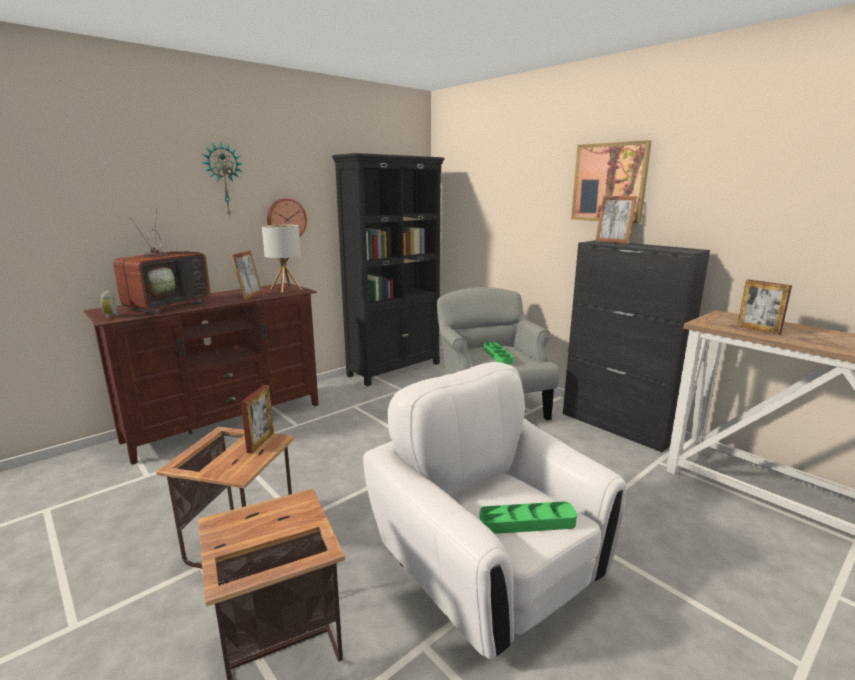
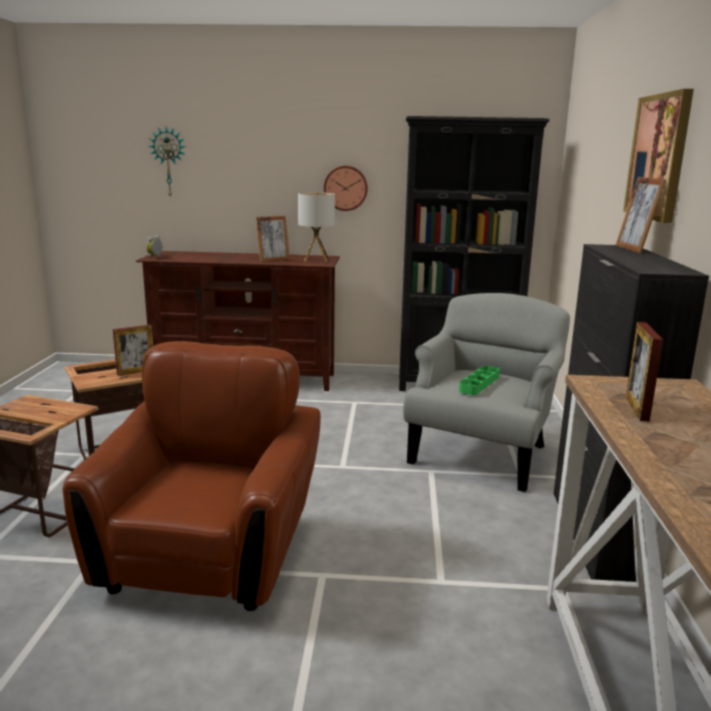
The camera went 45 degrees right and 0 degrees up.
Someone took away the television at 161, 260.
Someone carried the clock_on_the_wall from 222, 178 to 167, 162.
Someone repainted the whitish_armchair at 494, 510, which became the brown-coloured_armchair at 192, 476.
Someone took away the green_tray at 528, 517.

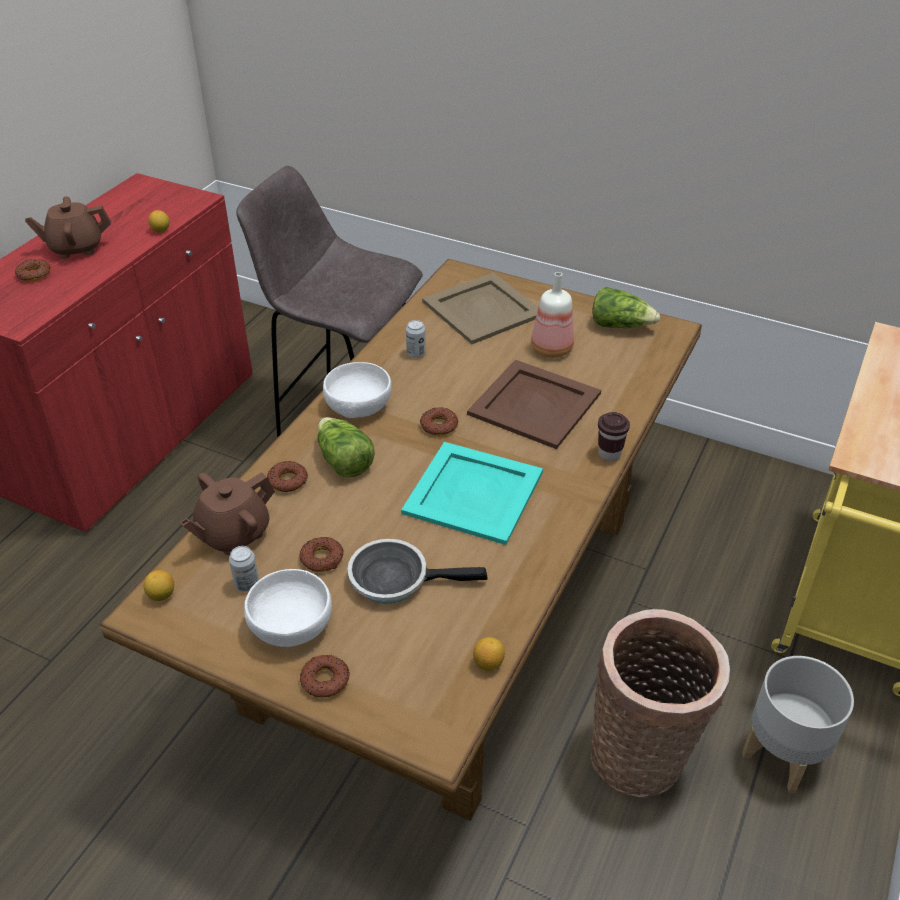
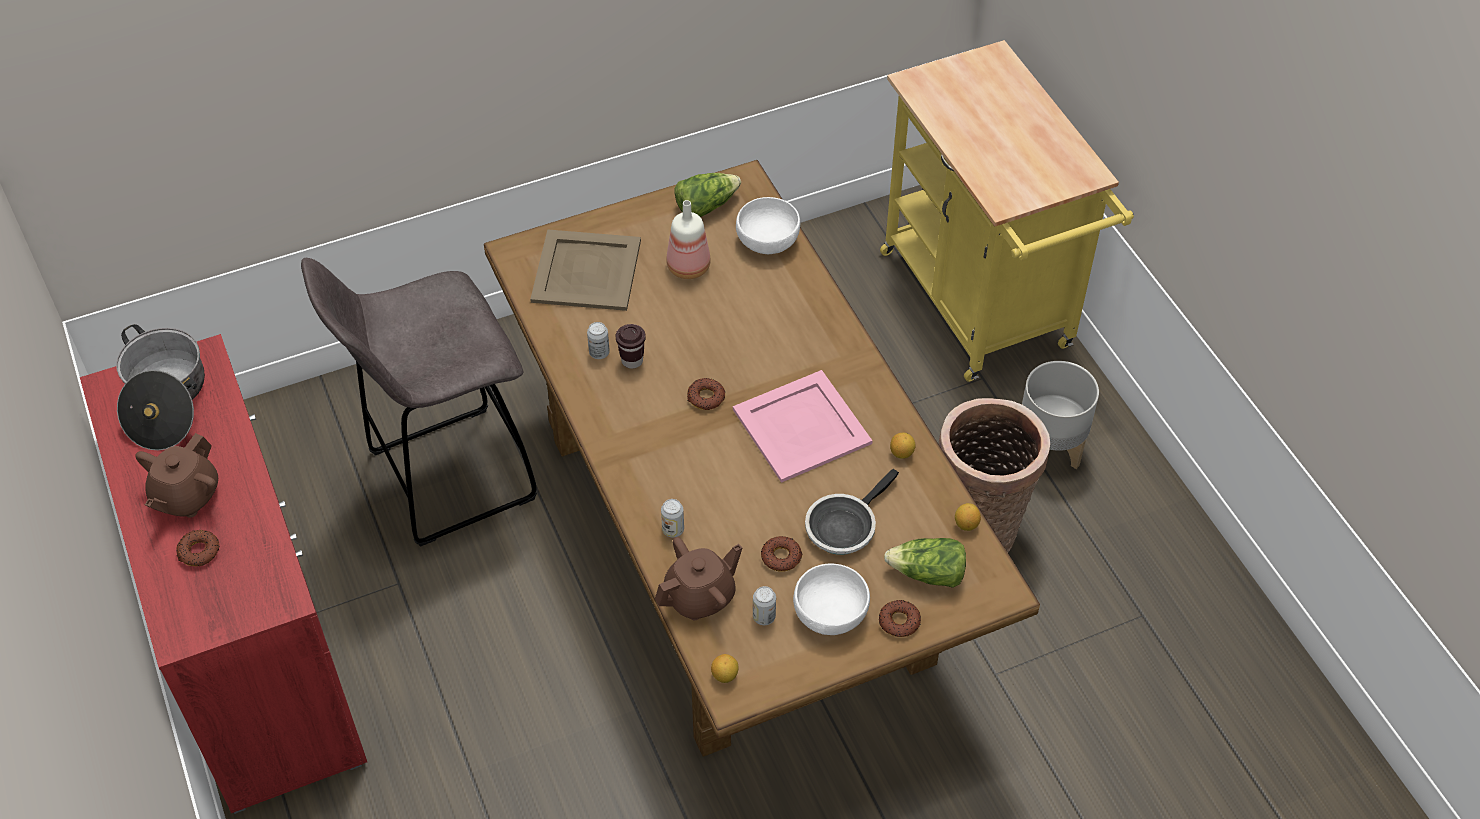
The camera went 50 degrees left and 10 degrees up.
Someone carried the whole_lemon from 158, 221 to 903, 446.
Someone rotated the brown-coloured_pot_for_tea at 227, 513 by 120 degrees counterclockwise.
Someone swapped the doughnut at 287, 476 for the metal_can at 672, 518.
Someone carried the lettuce_head from 346, 447 to 925, 563.
Someone carried the whitish_bowl from 357, 390 to 768, 225.
Someone repainted the turquoise-coloured_tray at 472, 493, which became the pinkish_tray at 802, 426.
Someone took away the brown-coloured_tray at 534, 404.
Someone carried the brown-coloured_cup from 614, 436 to 631, 346.
Someone put down the saucepot at 160, 387.

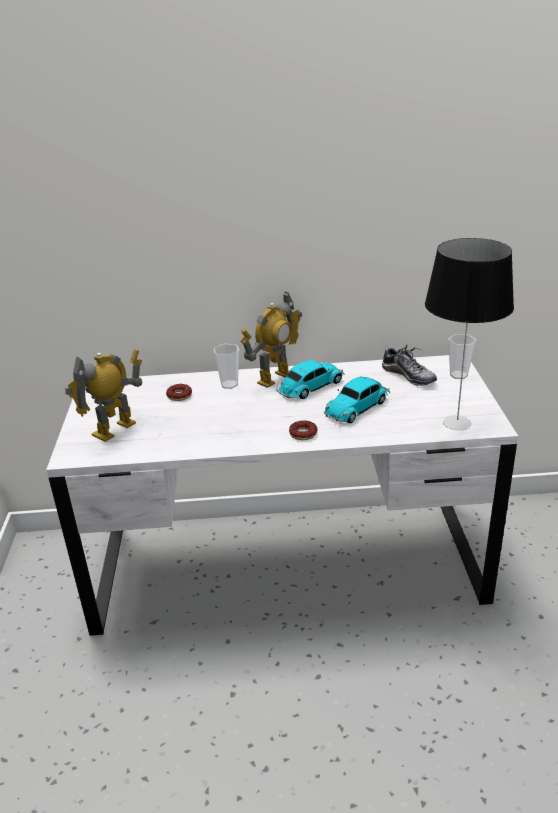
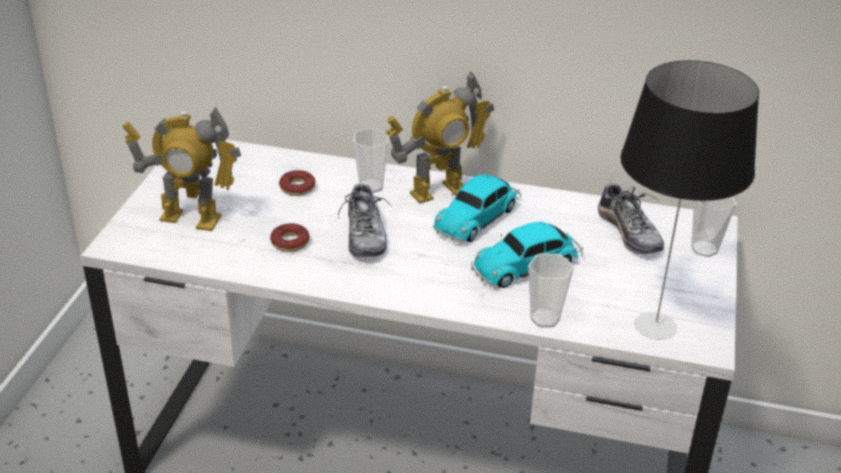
The camera went 15 degrees right and 5 degrees up.
Someone rotated the robot_figure at 104, 395 by 135 degrees counterclockwise.
Someone rotated the model_car at 310, 379 by 150 degrees clockwise.
Someone carried the doughnut from 303, 430 to 290, 237.
Someone put down the shoe at 365, 220.
Someone put down the cup at 551, 291.

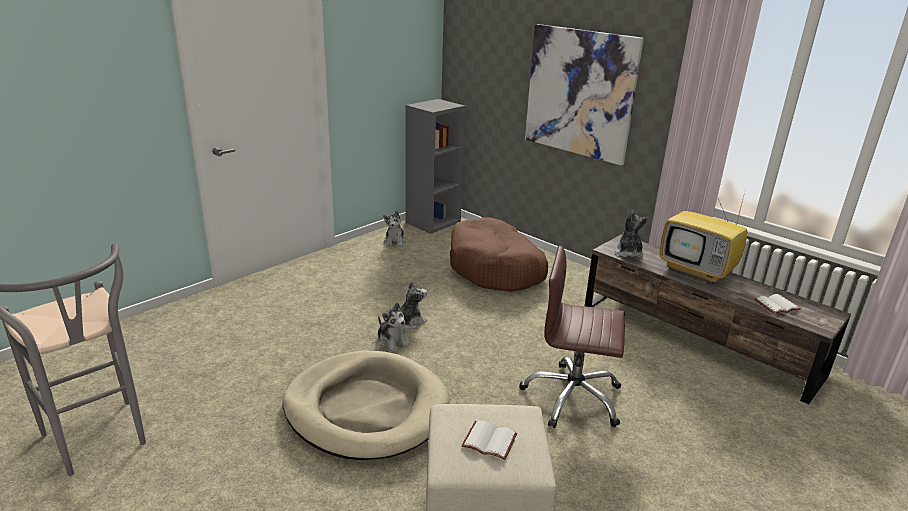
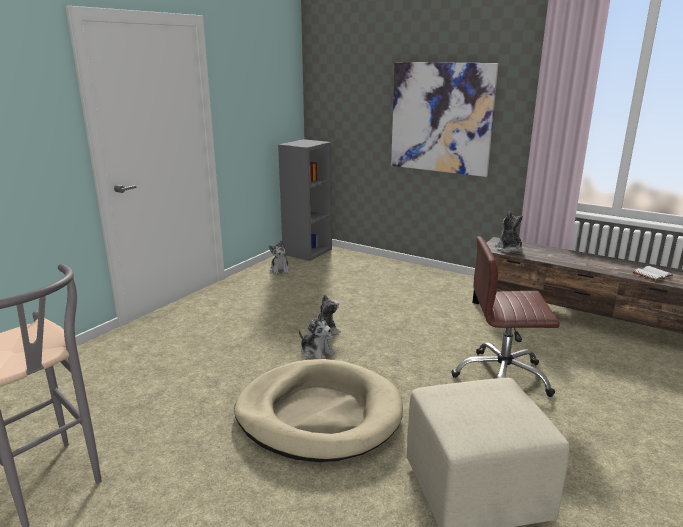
The camera went 10 degrees left and 5 degrees down.
Someone took away the brown-coloured_dog_bed at 499, 254.
Someone took away the whitish_volume at 489, 440.
Someone took away the television at 703, 238.

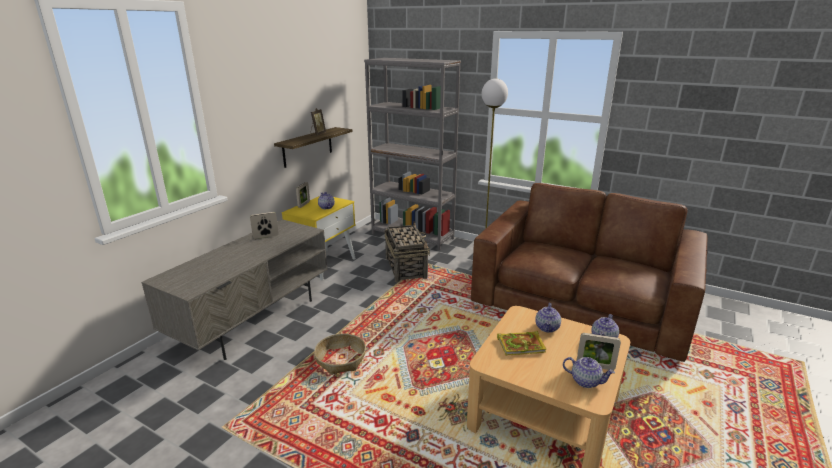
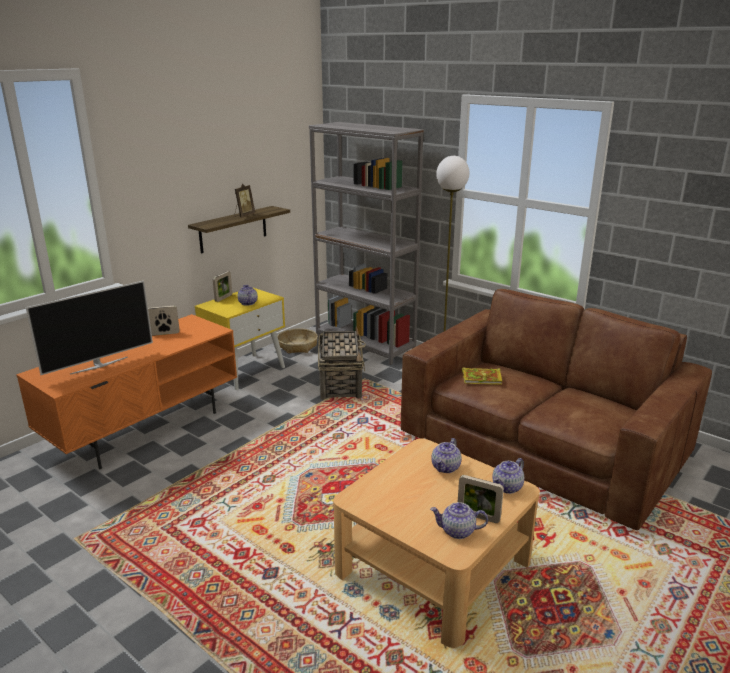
The camera went 10 degrees right and 0 degrees up.
Someone repainted the grey_media_console at 234, 289, which became the orange-coloured_media_console at 126, 391.
Someone carried the basket from 340, 354 to 297, 341.
Someone carried the volume from 522, 343 to 482, 376.
Someone rotated the pot_for_tea at 589, 372 by 150 degrees clockwise.
Someone put down the television at 89, 328.

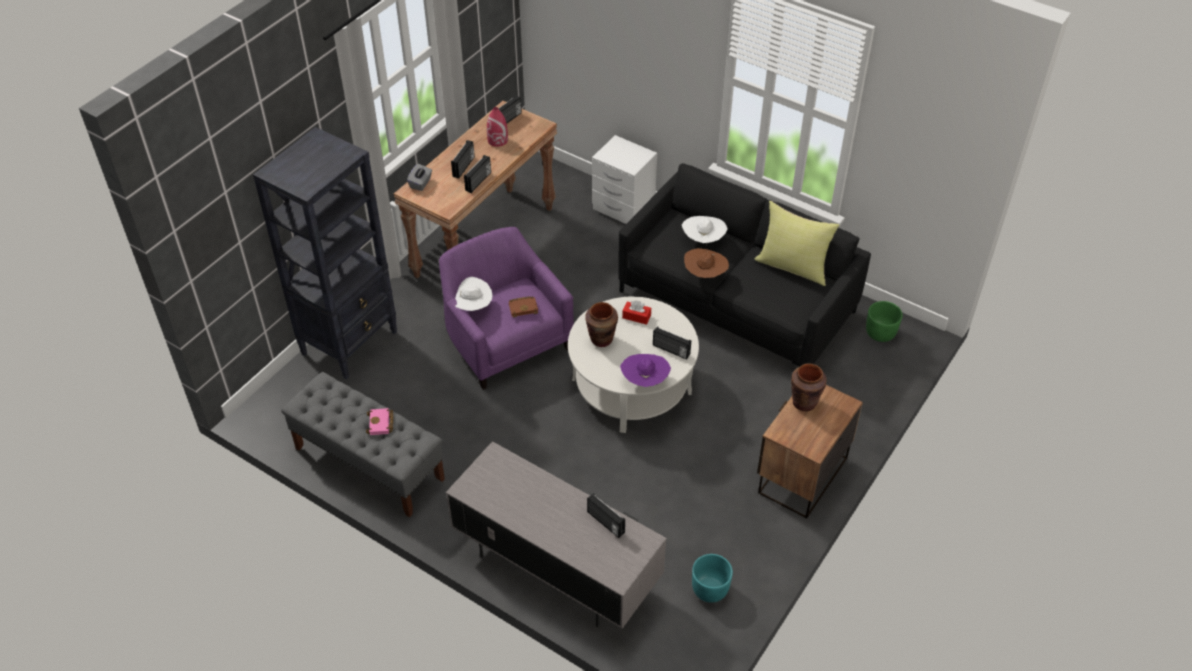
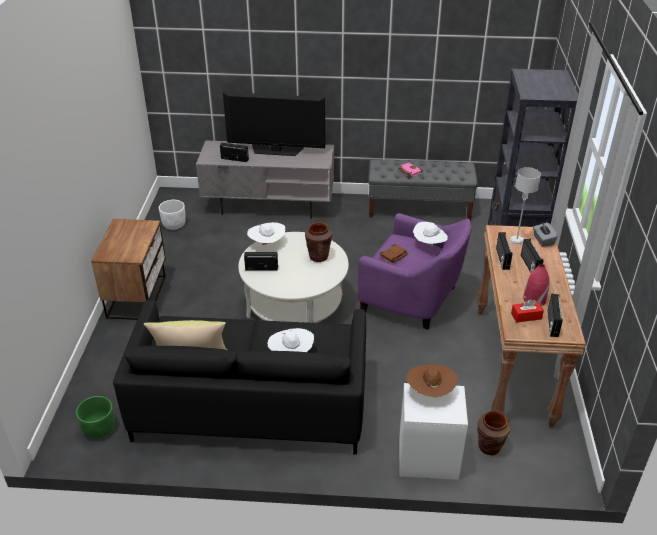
The camera went 150 degrees right and 10 degrees down.
Someone repainted the purple_clothing_hat at 645, 370, which became the whitish_clothing_hat at 266, 233.
Someone carried the red-coloured_box_of_tissues from 636, 313 to 527, 311.
Someone carried the brown-coloured_clothing_hat from 706, 263 to 432, 381.
Someone repainted the turquoise-coloured_flower_pot at 712, 578, which became the whitish_flower_pot at 172, 215.
Someone carried the brown-coloured_decorative_vase from 809, 387 to 494, 433.
Someone put down the television at 274, 124.
Someone put down the grey_table_lamp at 525, 206.

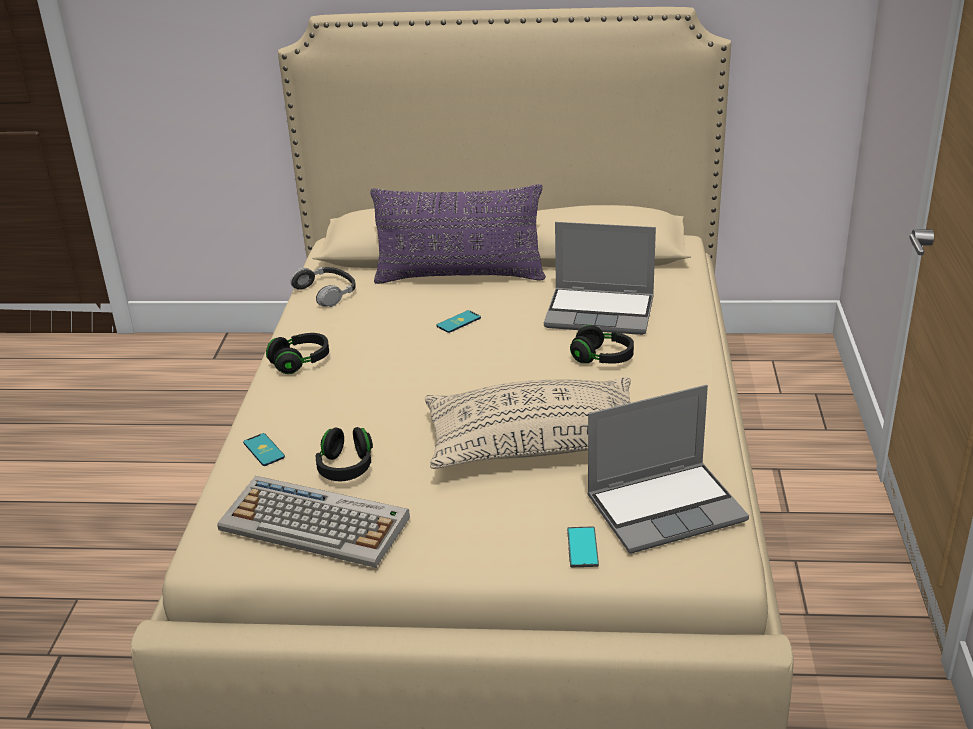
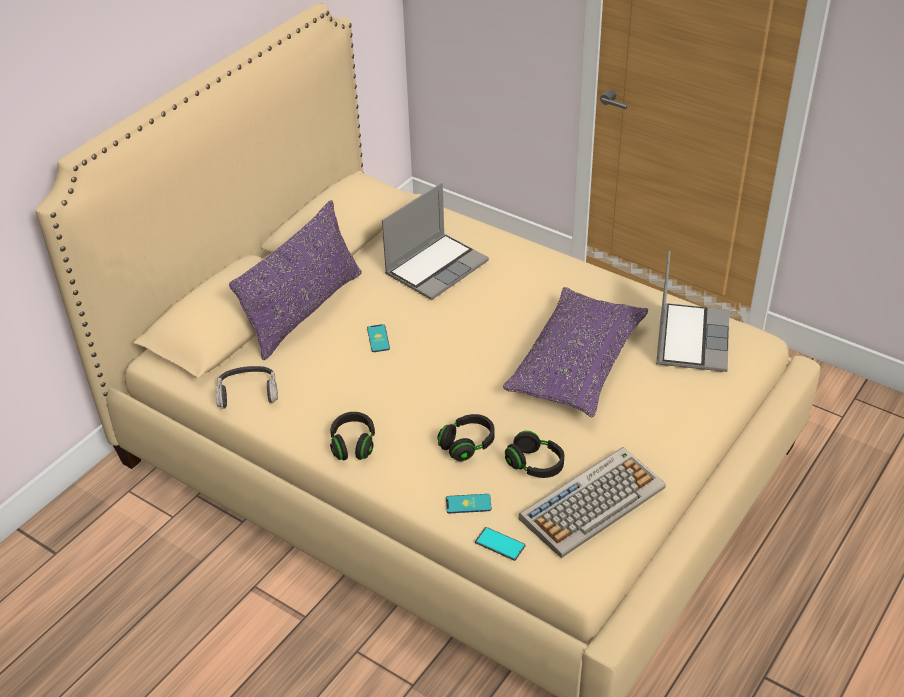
The camera went 60 degrees left and 10 degrees up.
Someone repainted the beige-coloured_pillow at 528, 423, which became the purple_pillow at 575, 352.
Someone carried the handset from 583, 546 to 500, 544.
Someone carried the black_pair_of_headphones from 602, 344 to 466, 437.

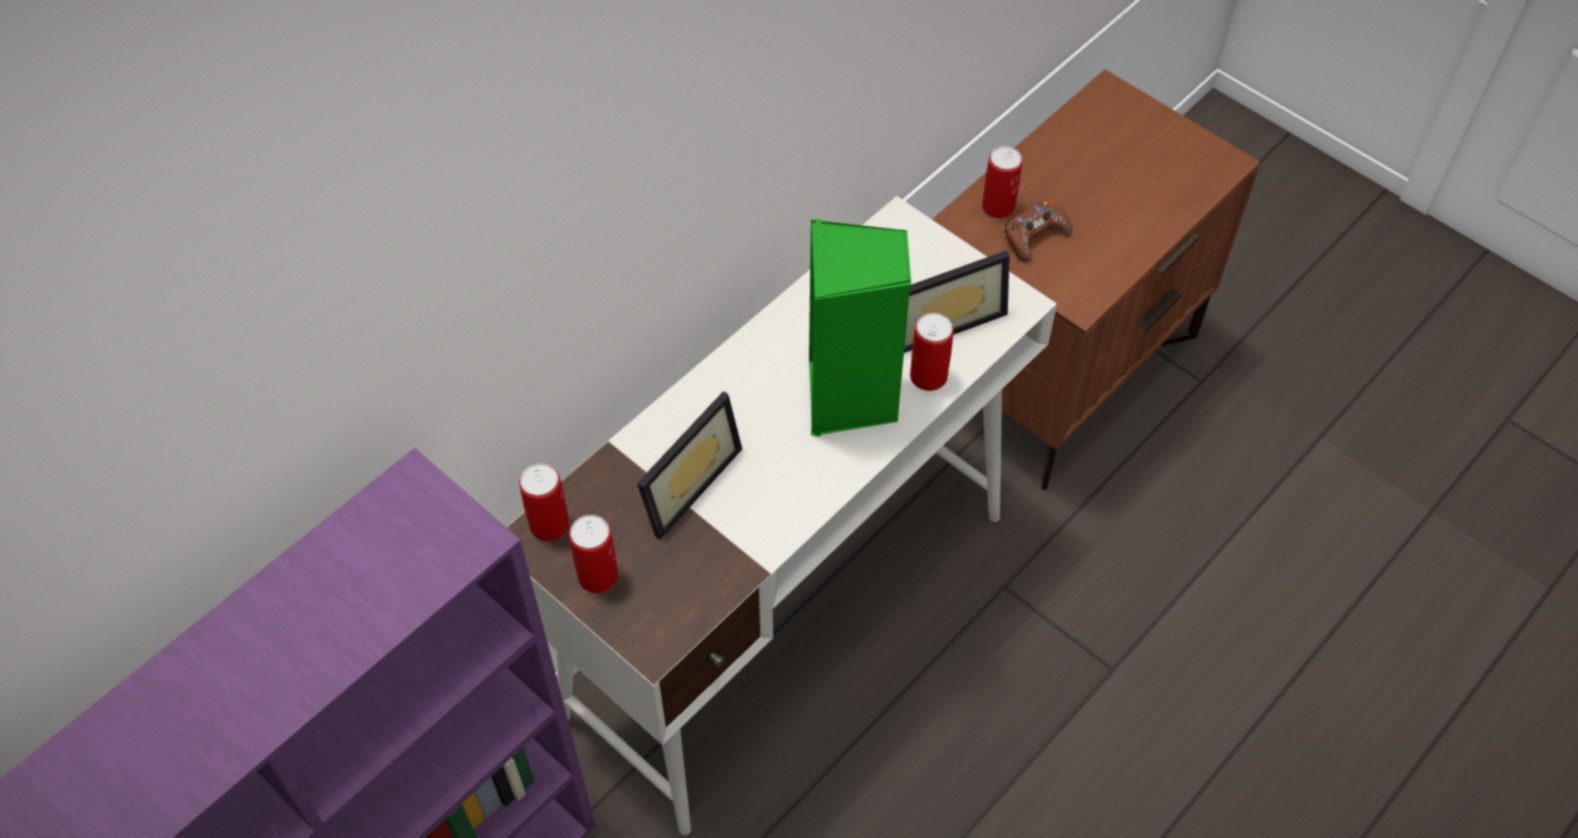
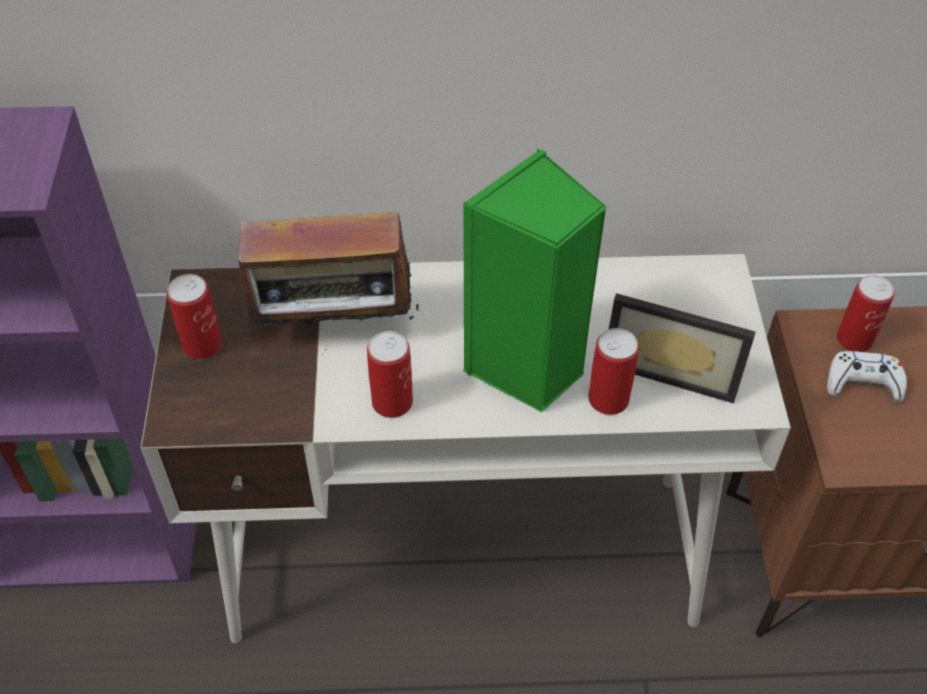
The camera went 45 degrees right and 5 degrees down.
Someone carried the metal_can from 544, 502 to 390, 374.
Someone swapped the standing_frame at 689, 465 for the radio at 323, 271.
Someone repainted the brown-coloured_gamepad at 1038, 231, which became the whitish_gamepad at 867, 377.

